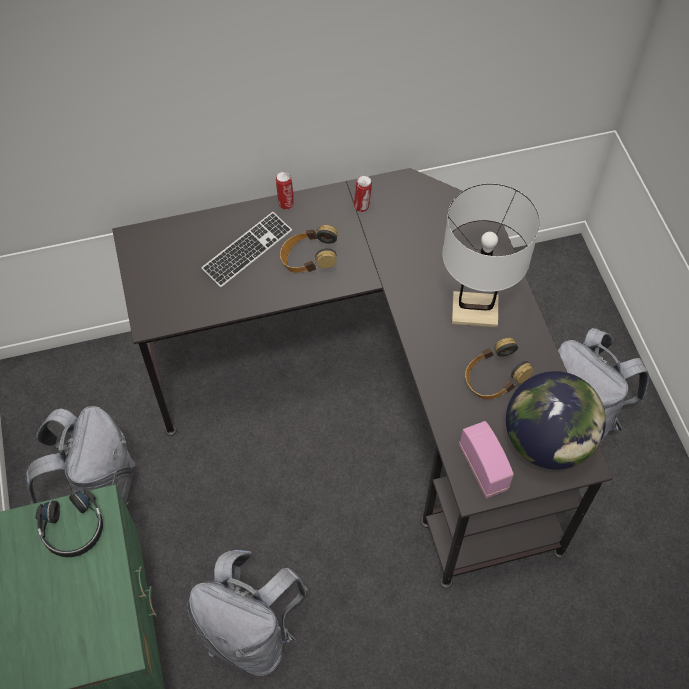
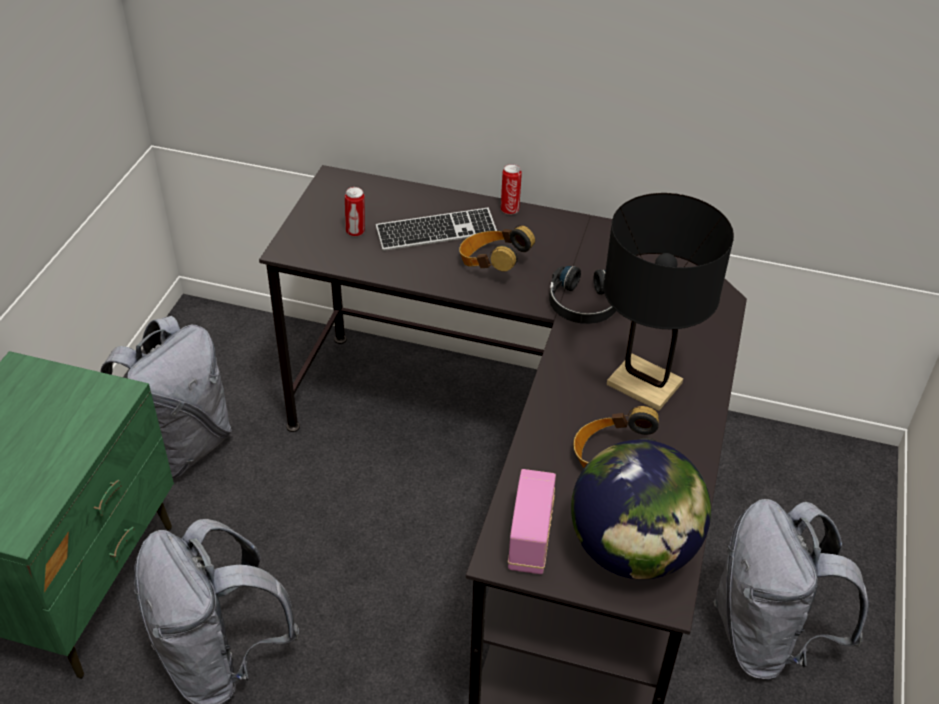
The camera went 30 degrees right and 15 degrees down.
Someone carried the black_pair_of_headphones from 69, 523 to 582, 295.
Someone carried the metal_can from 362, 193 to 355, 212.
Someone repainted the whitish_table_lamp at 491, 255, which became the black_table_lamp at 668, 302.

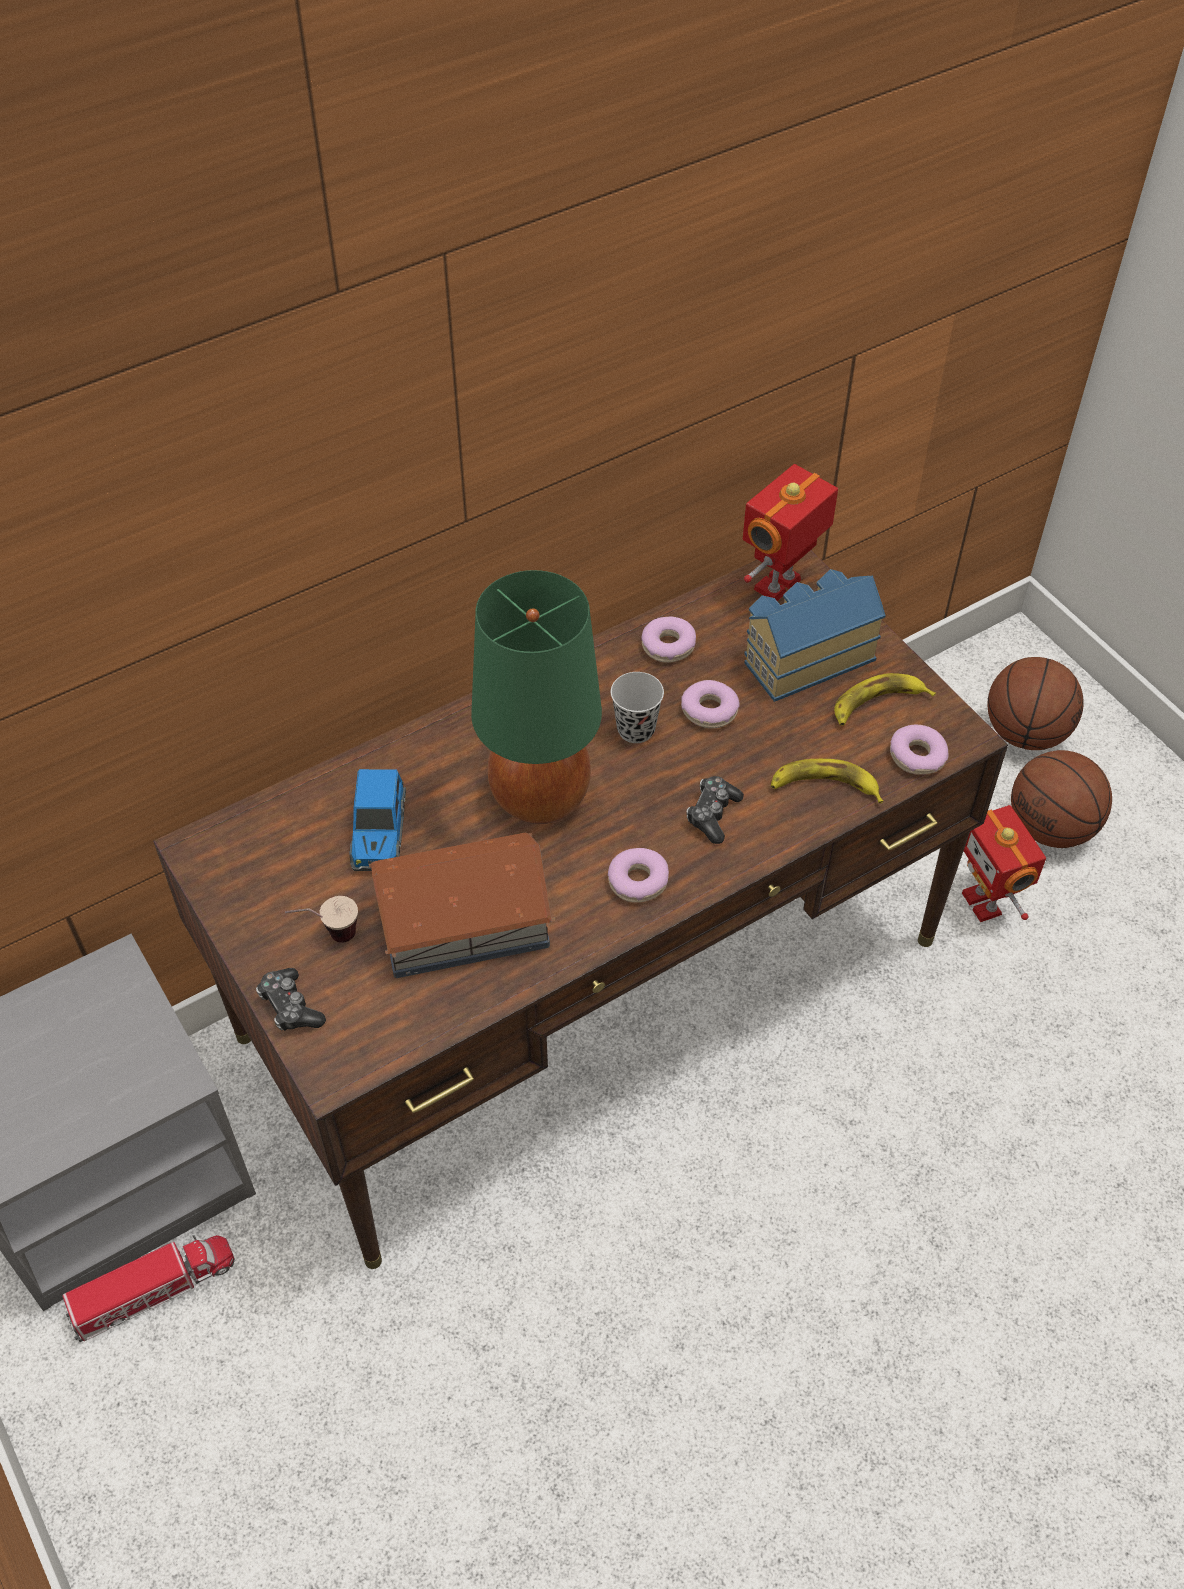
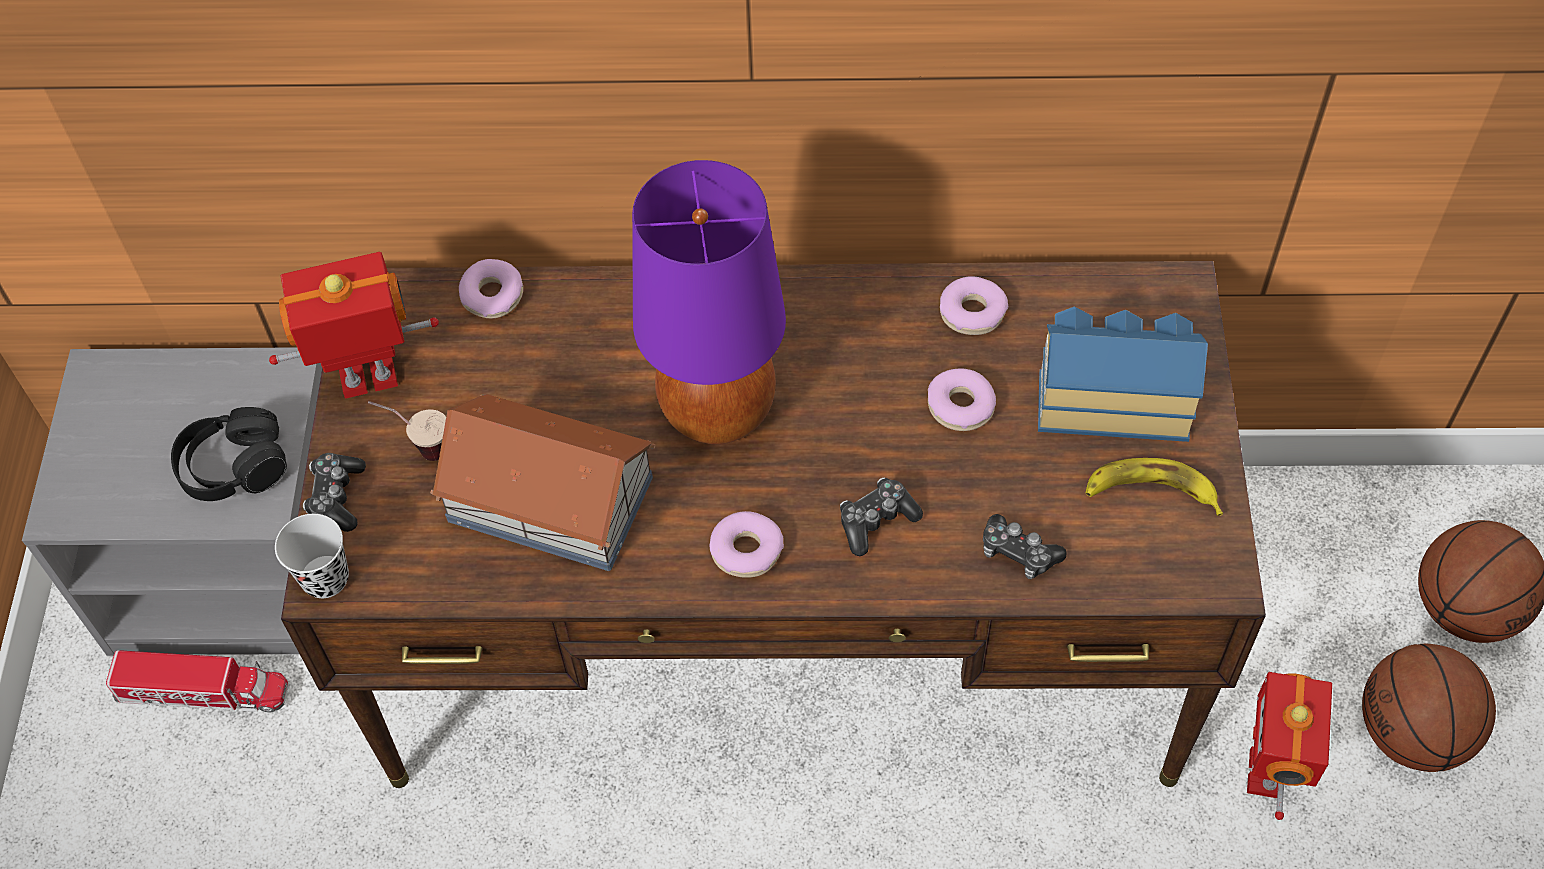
The camera went 35 degrees right and 5 degrees up.
Someone took away the model_car at 378, 820.
Someone repainted the green_table_lamp at 536, 697, which became the purple_table_lamp at 709, 302.
Someone carried the black_cup from 637, 707 to 312, 556.
Someone carried the robot_figure from 790, 532 to 354, 325.
Someone swapped the whole_banana at 827, 780 for the gamepad at 1025, 546.
Someone carried the doughnut from 919, 750 to 491, 289.
Someone put down the black_pair_of_headphones at 229, 454.

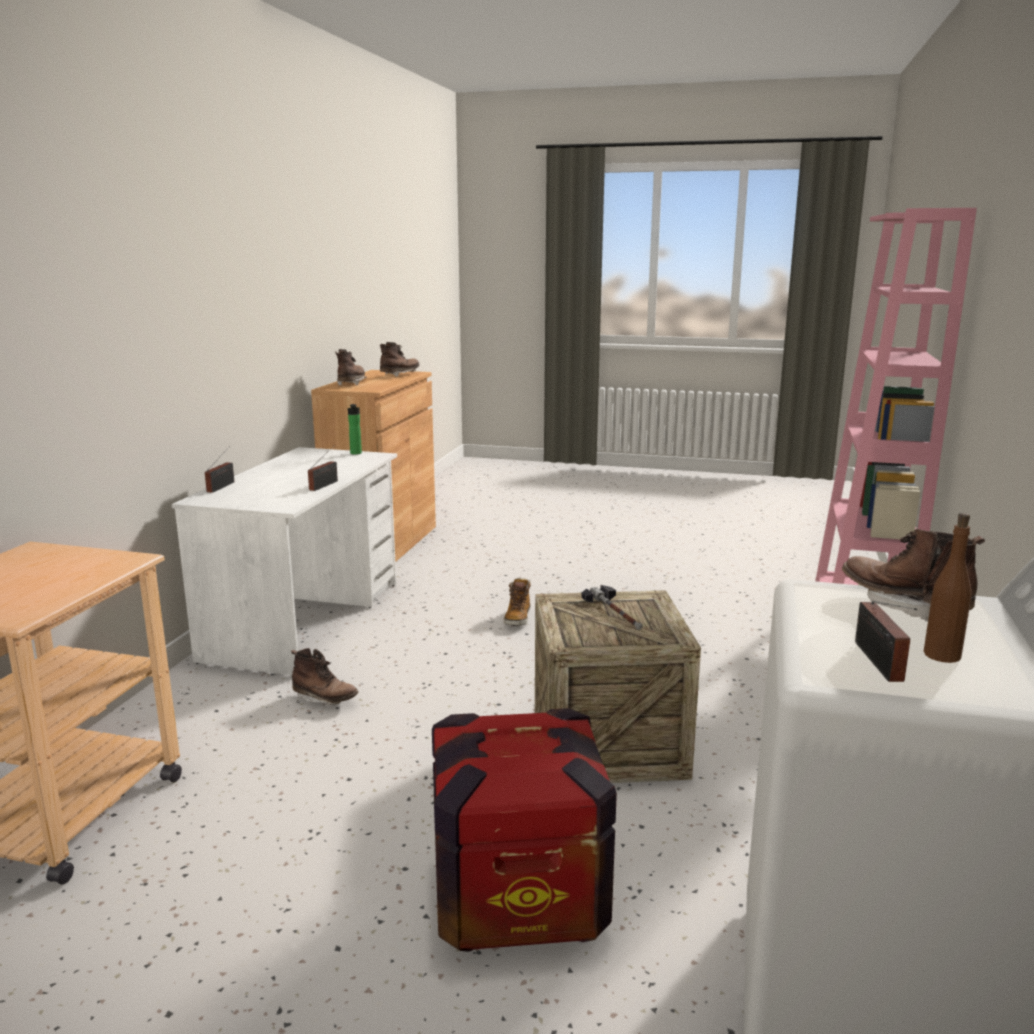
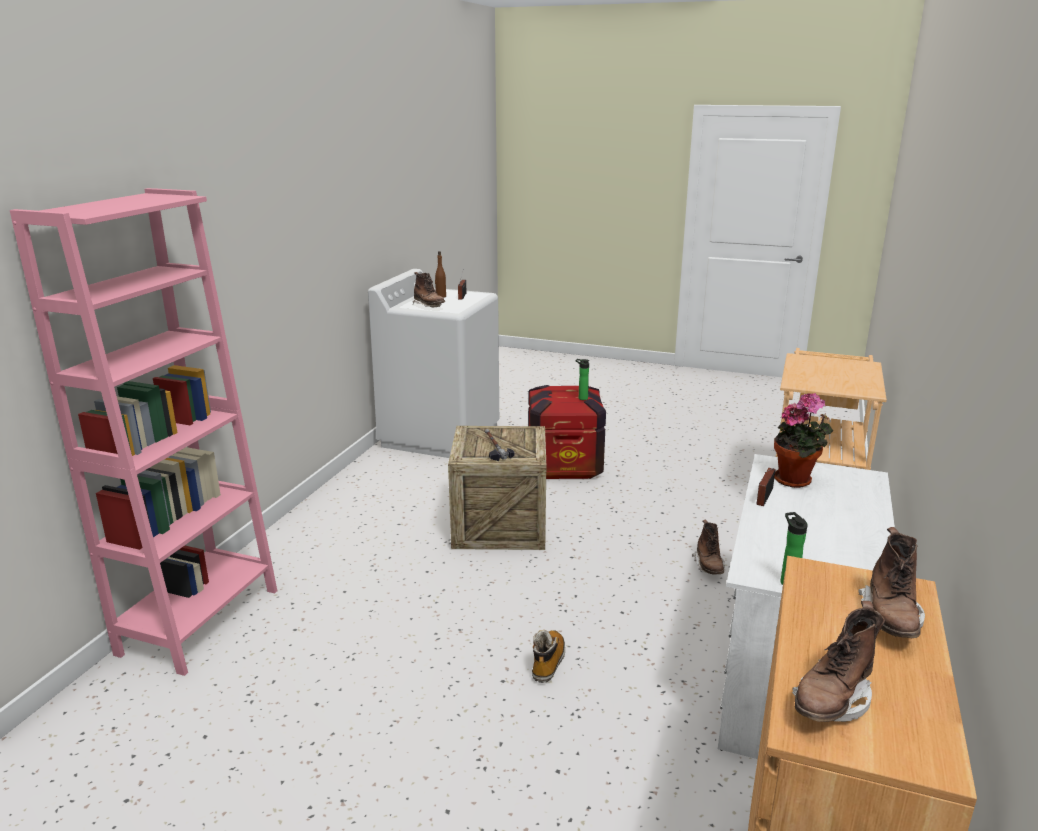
The camera went 175 degrees left and 5 degrees up.
Someone took away the radio at 219, 469.
Someone rotated the brown-coloured_high-top_boot at 325, 676 by 120 degrees counterclockwise.
Someone put down the beverage_bottle at 582, 379.
Someone put down the plant_in_a_pot at 803, 440.

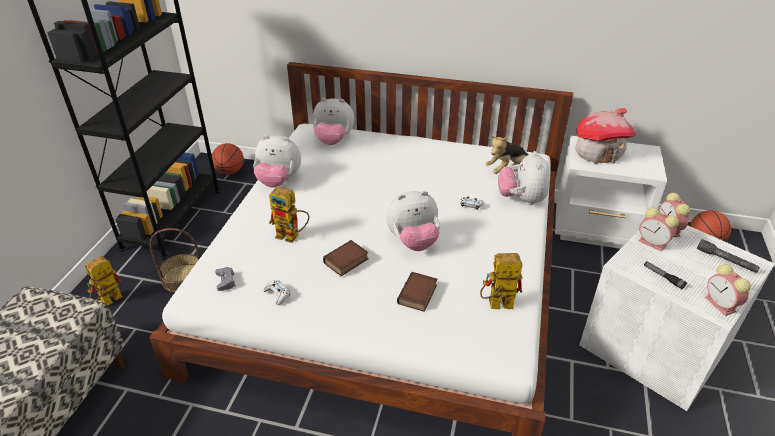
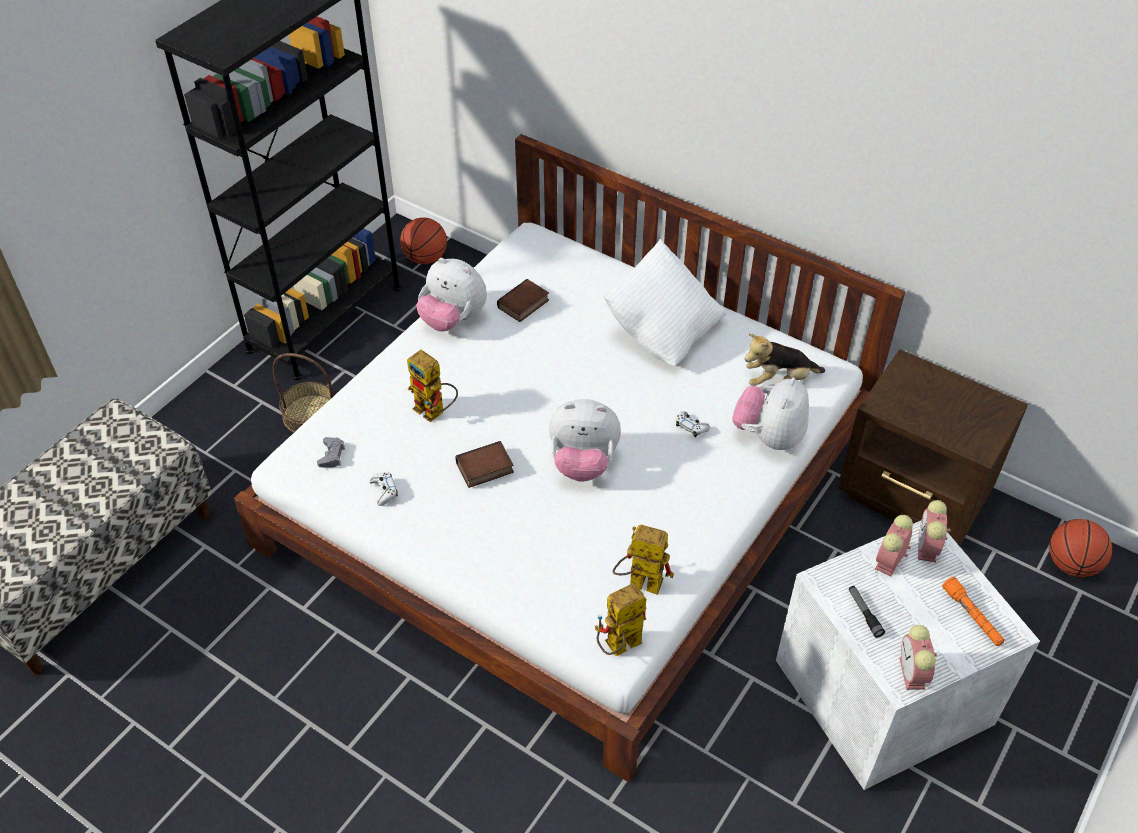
The camera went 20 degrees right and 10 degrees up.
Someone carried the robot_figure from 103, 281 to 620, 619.
Someone took away the plush_toy at 333, 121.
Someone carried the volume from 417, 292 to 523, 300.
Someone repainted the whitish_bedside_table at 611, 192, which became the brown-coloured_bedside_table at 932, 447.
Someone took away the model_house at 605, 136.
Someone rotated the bedside_clock at 659, 229 by 60 degrees clockwise.
Someone repainted the grey_hand_torch at 728, 256, which became the orange-coloured_hand_torch at 973, 611.
Someone put down the whitish_pillow at 665, 302.

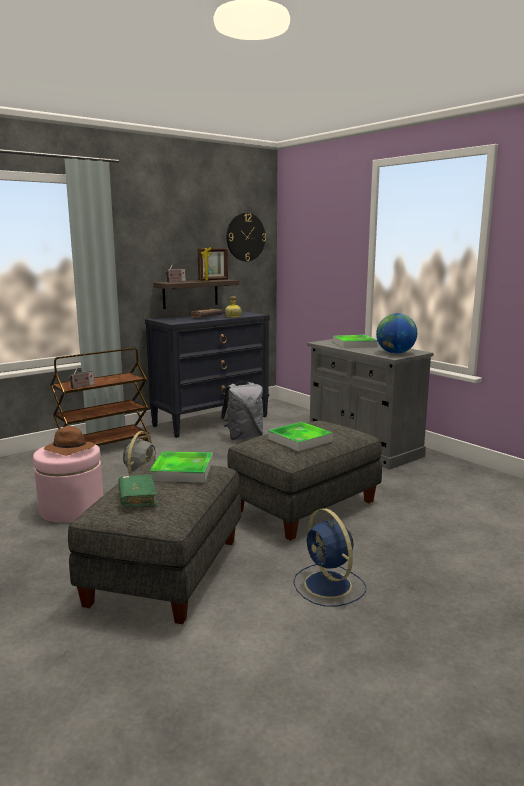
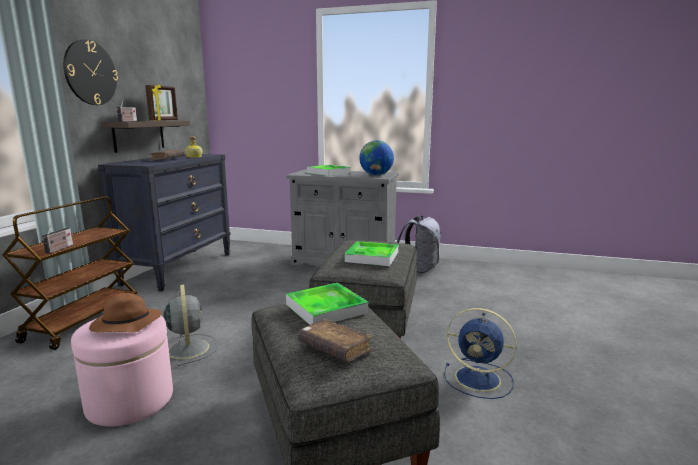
The camera went 35 degrees left and 0 degrees up.
Someone repainted the green_volume at 138, 491, which became the brown-coloured_volume at 335, 340.
Someone carried the grey_knapsack from 241, 410 to 419, 244.
Someone carried the clock_on_the_wall from 246, 237 to 90, 72.

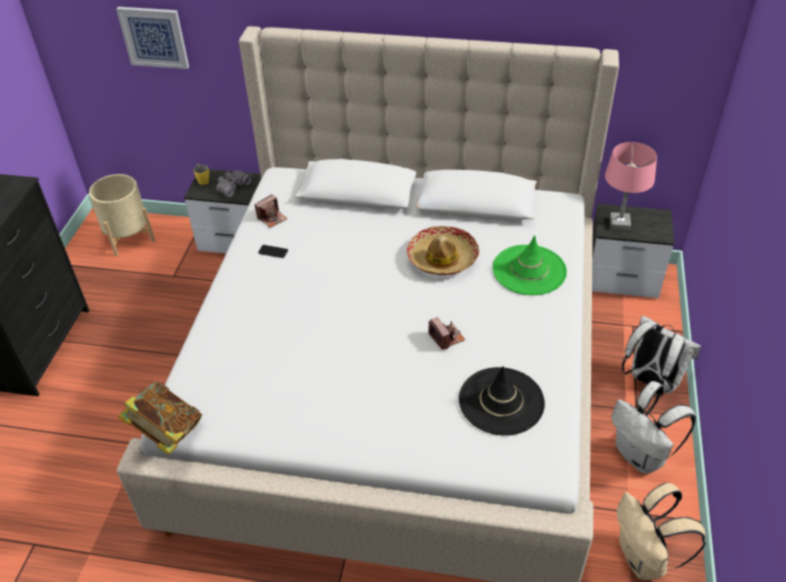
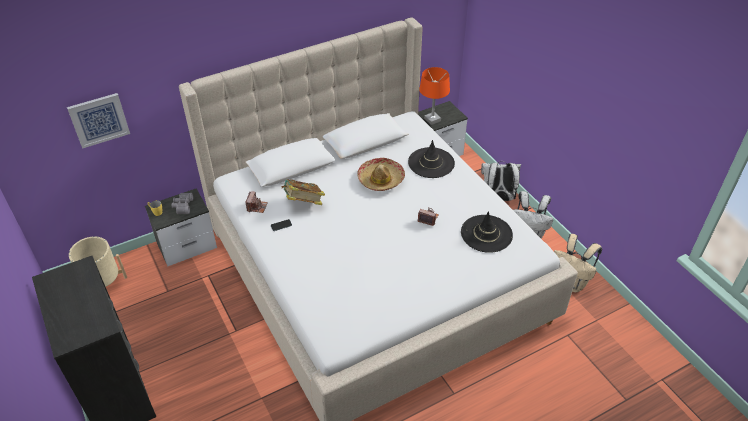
The camera went 40 degrees left and 0 degrees up.
Someone carried the volume from 160, 418 to 303, 192.
Someone repainted the green_clothing_hat at 530, 265, which became the black_clothing_hat at 431, 159.
Someone repainted the pinkish_table_lamp at 631, 186, which became the orange-coloured_table_lamp at 434, 96.

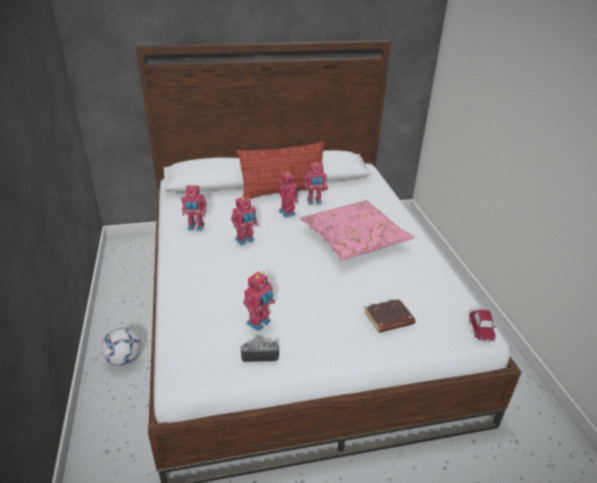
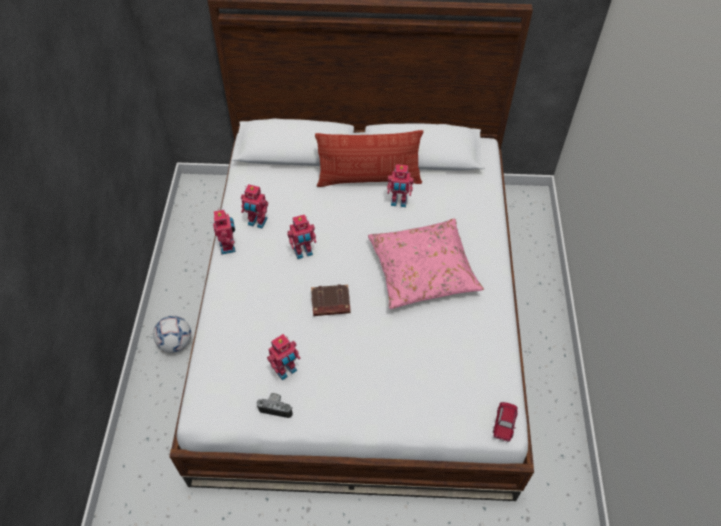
The camera went 15 degrees right and 20 degrees up.
Someone carried the robot_figure from 289, 194 to 224, 231.
Someone carried the brown-coloured_volume from 389, 316 to 331, 300.

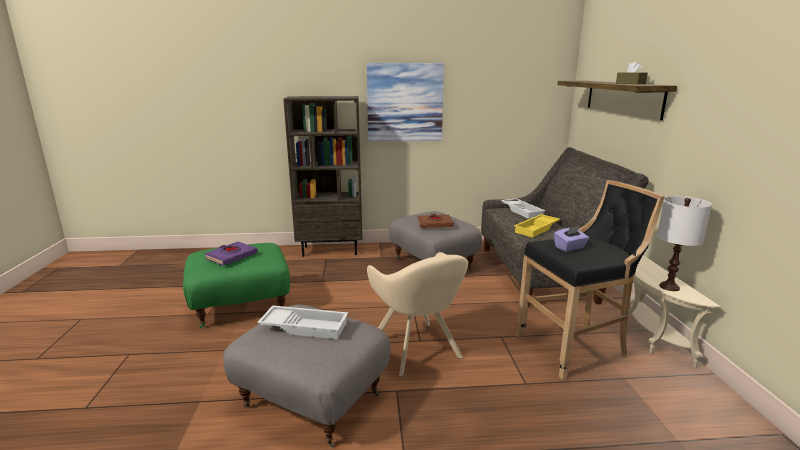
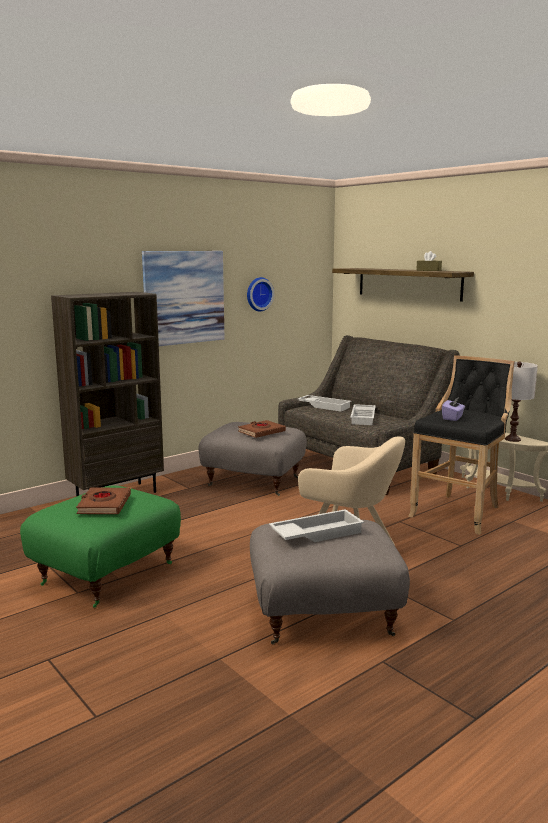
The camera went 35 degrees left and 5 degrees down.
Someone repainted the purple_volume at 231, 254, which became the brown-coloured_volume at 103, 500.
Someone repainted the yellow-coloured_tray at 537, 225, which became the whitish_tray at 363, 414.
Someone put up the clock_on_the_wall at 260, 294.

